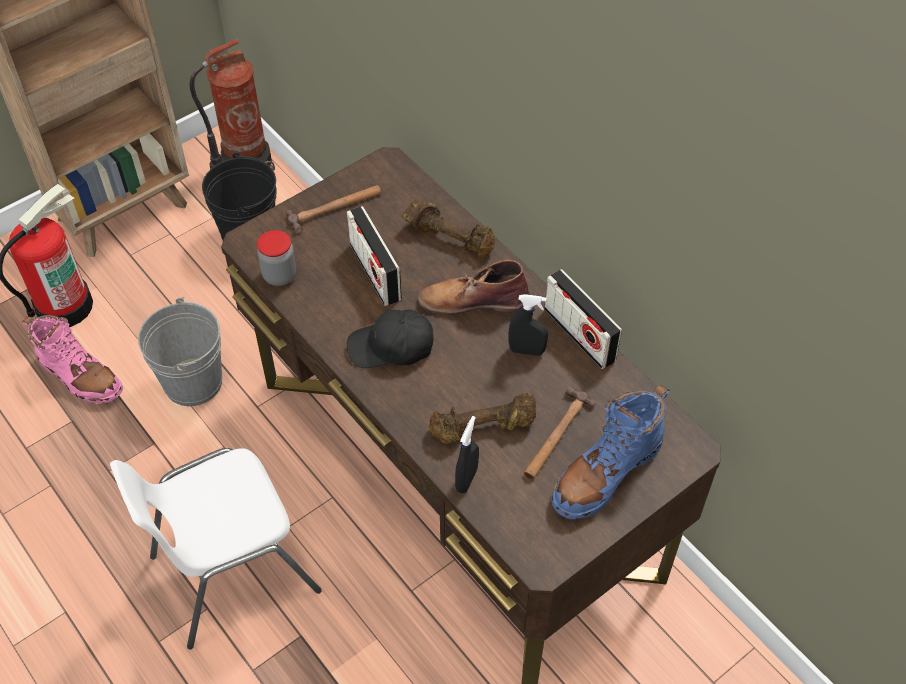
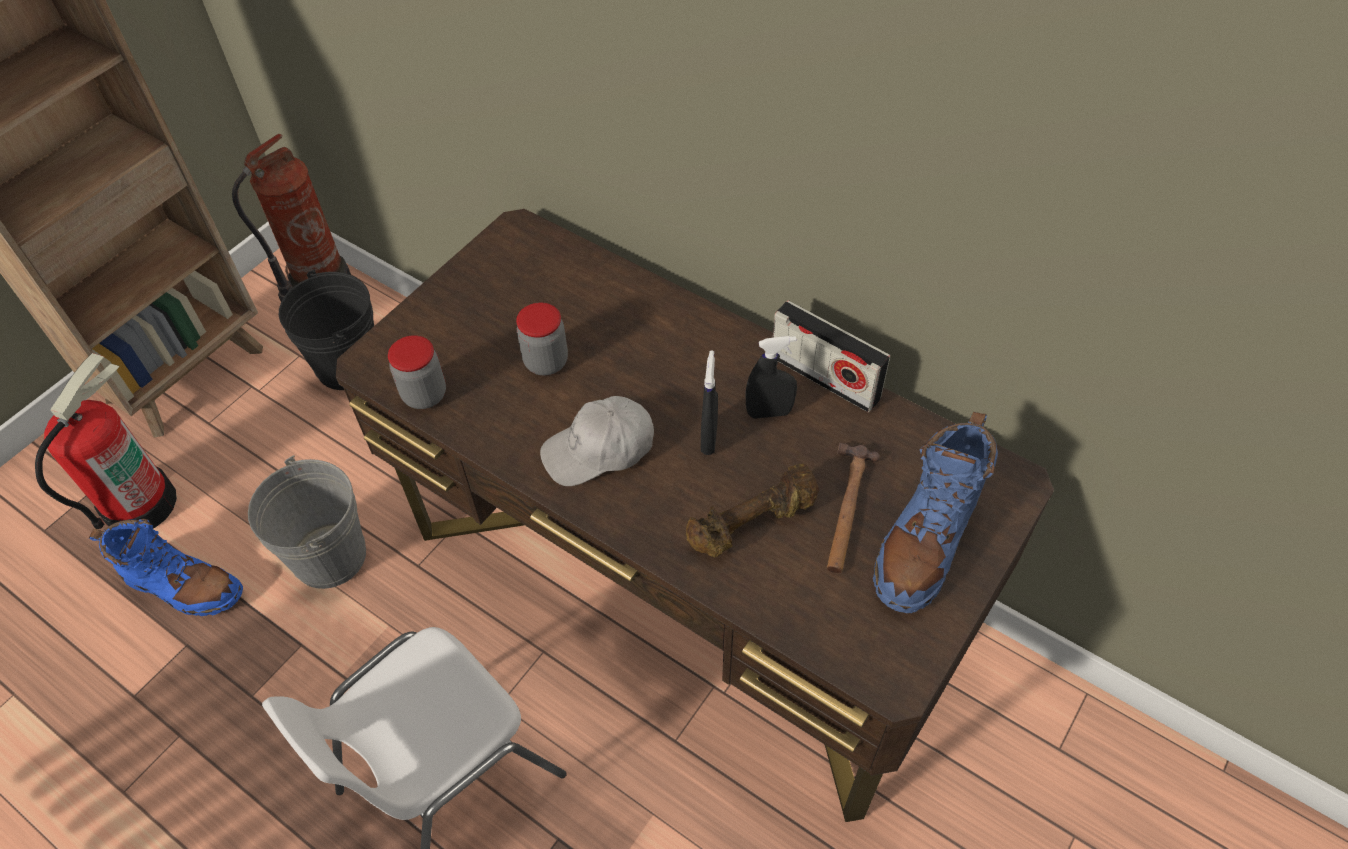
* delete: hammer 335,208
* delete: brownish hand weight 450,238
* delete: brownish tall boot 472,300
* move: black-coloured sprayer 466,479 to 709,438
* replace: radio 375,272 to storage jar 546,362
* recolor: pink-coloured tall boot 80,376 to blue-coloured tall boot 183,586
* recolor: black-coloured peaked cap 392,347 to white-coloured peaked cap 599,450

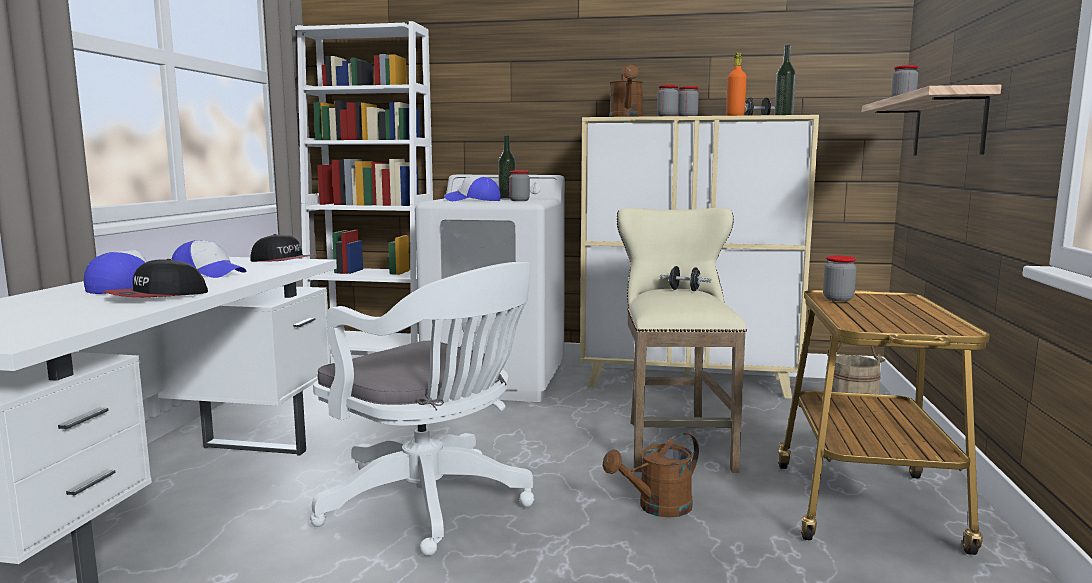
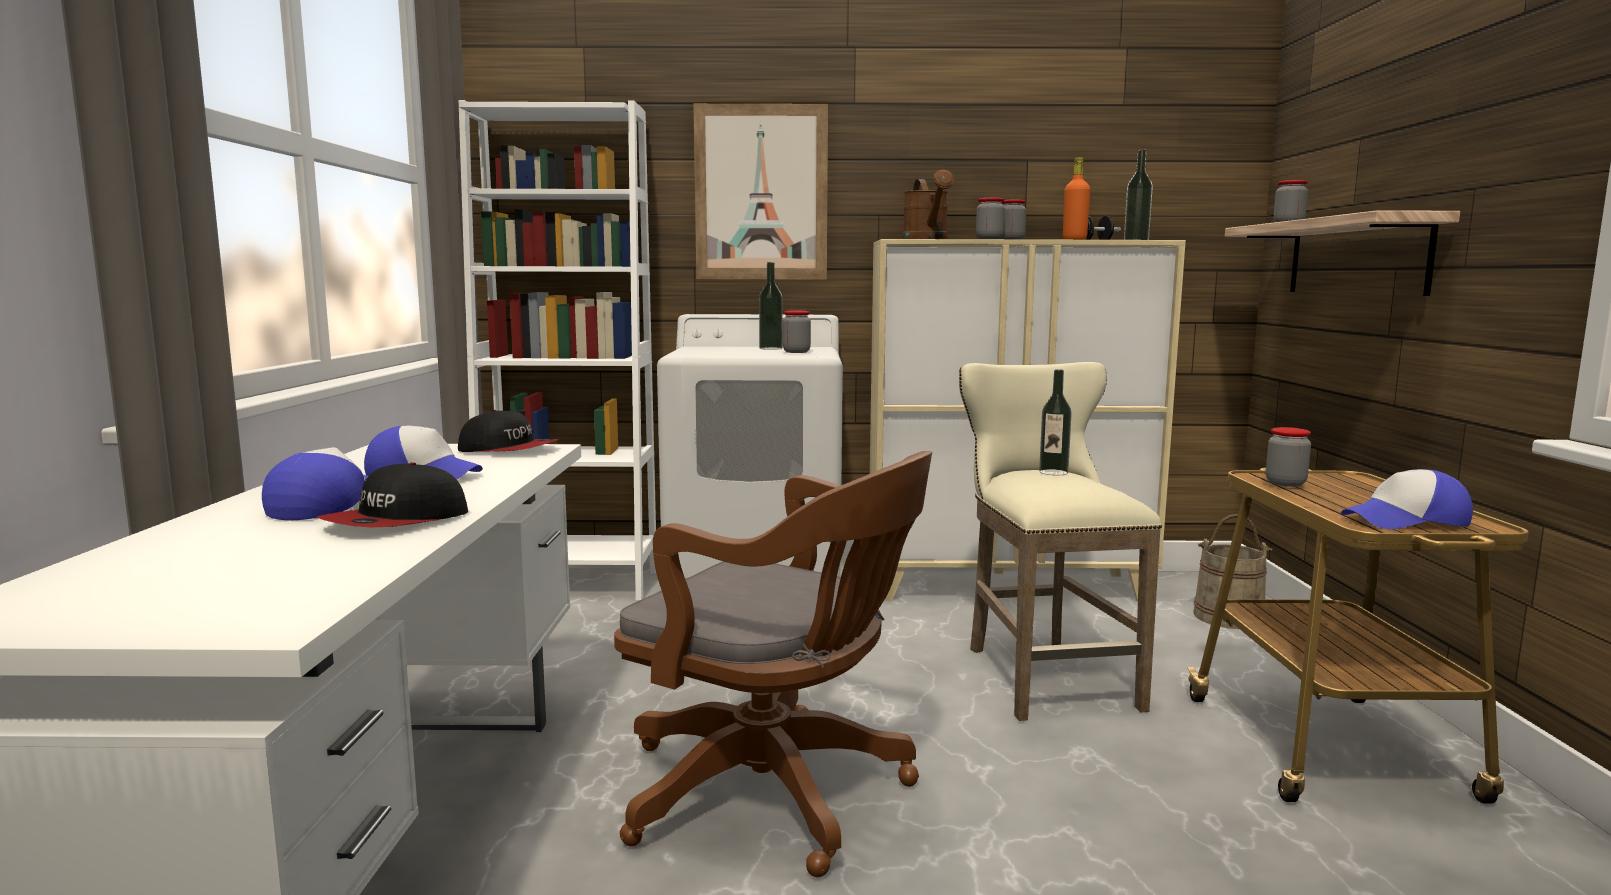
* delete: brownish watering pot 657,508
* insert: wall picture 761,193
* move: peaked cap 473,201 to 1406,521
* replace: black-coloured hand weight 684,290 to drink bottle 1053,472
* recolor: white-coloured desk chair 432,504 to brownish desk chair 777,794

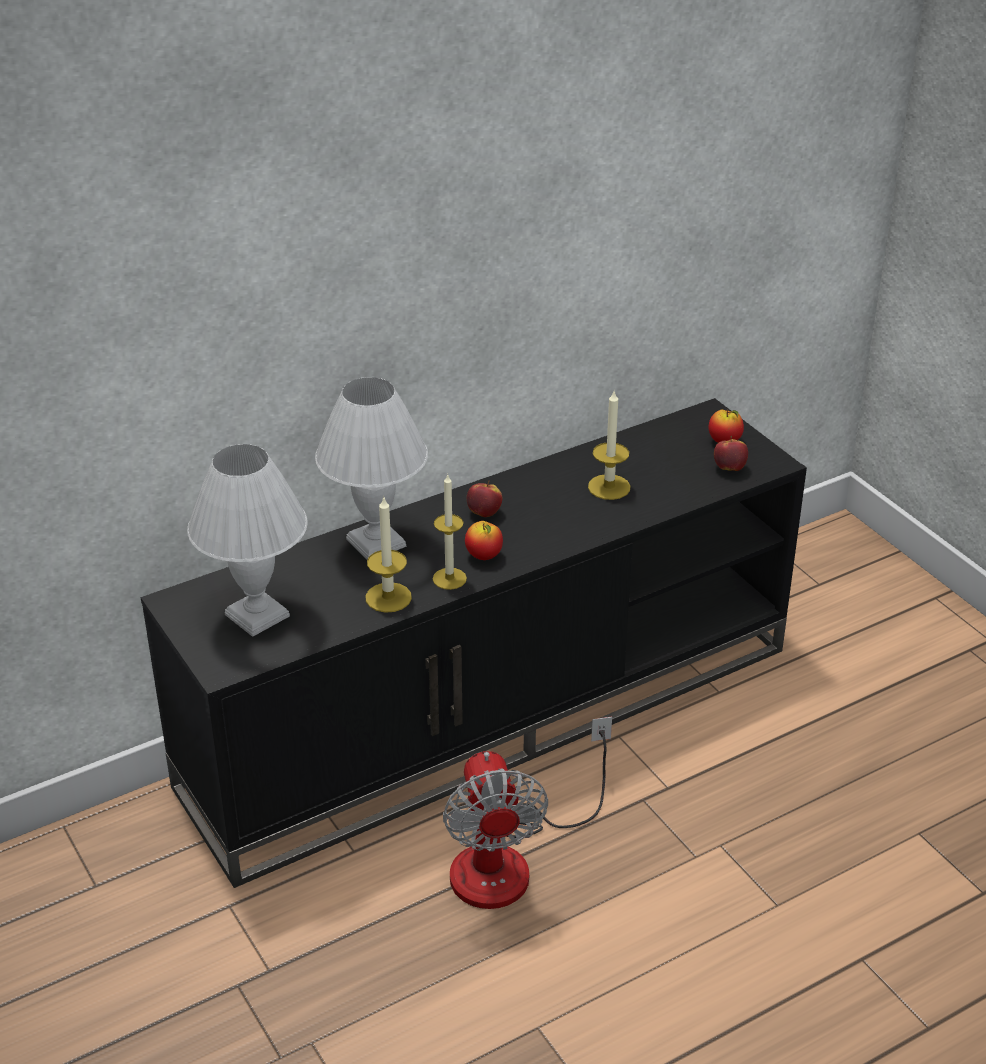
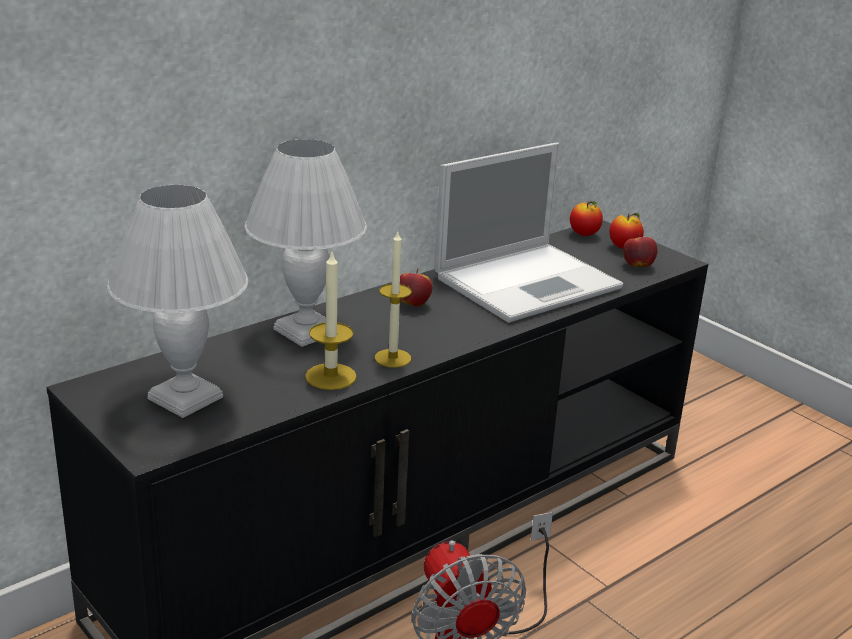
* move: apple 484,556 to 584,234
* replace: candle 609,487 to laptop 529,282

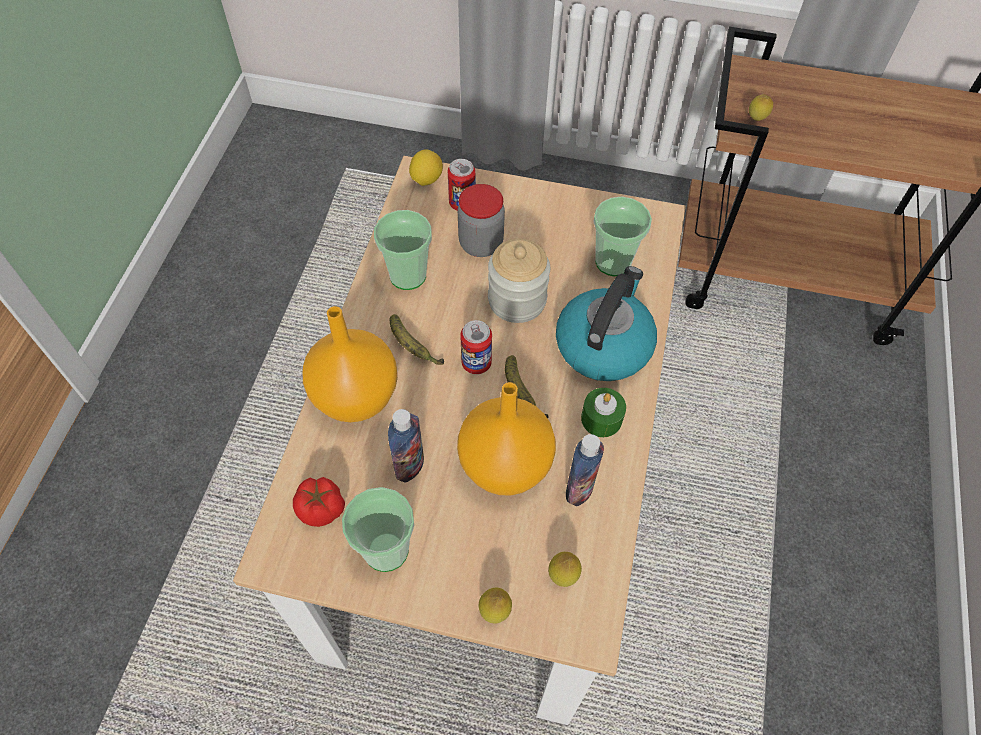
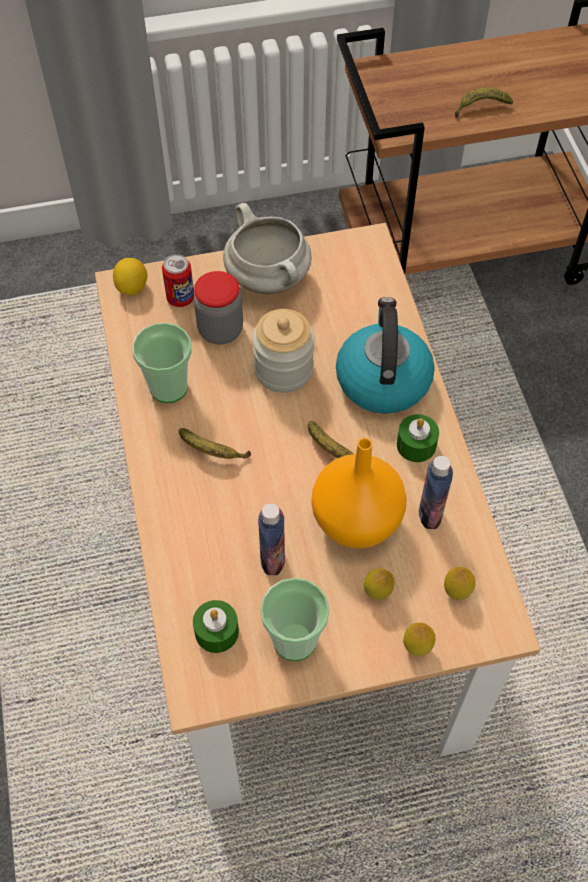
* delete: orangey decorative vase 357,396
* delete: metal can 476,363
* delete: small cup 613,262
* insert: white-coloured saucepot 270,278
* insert: banana fruit 480,107
* move: citrus fruit 756,120 to 377,593
* replace: whole tomato 322,509 to green-coloured candle 216,632

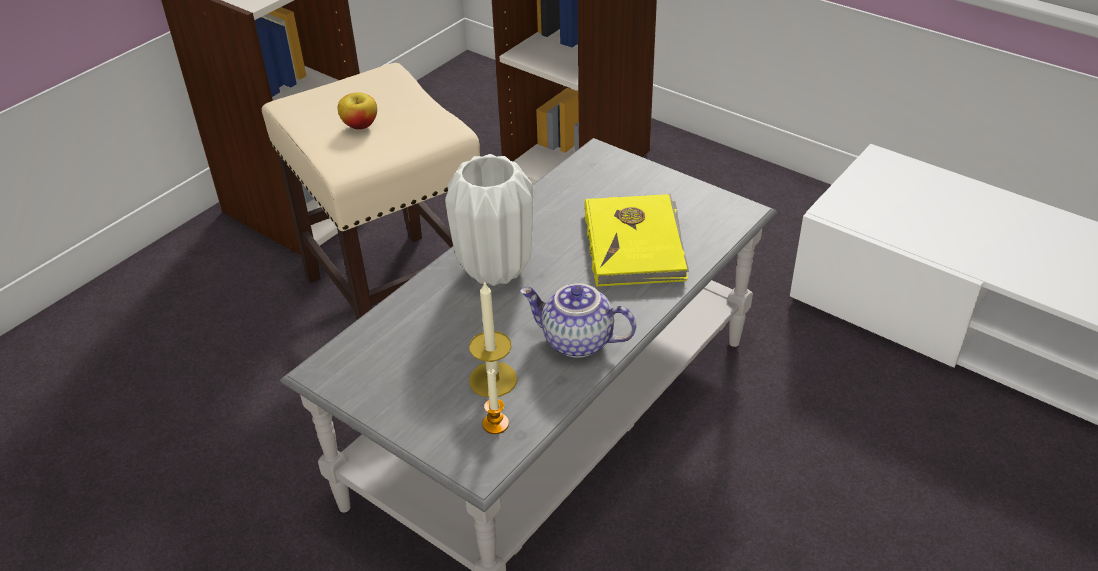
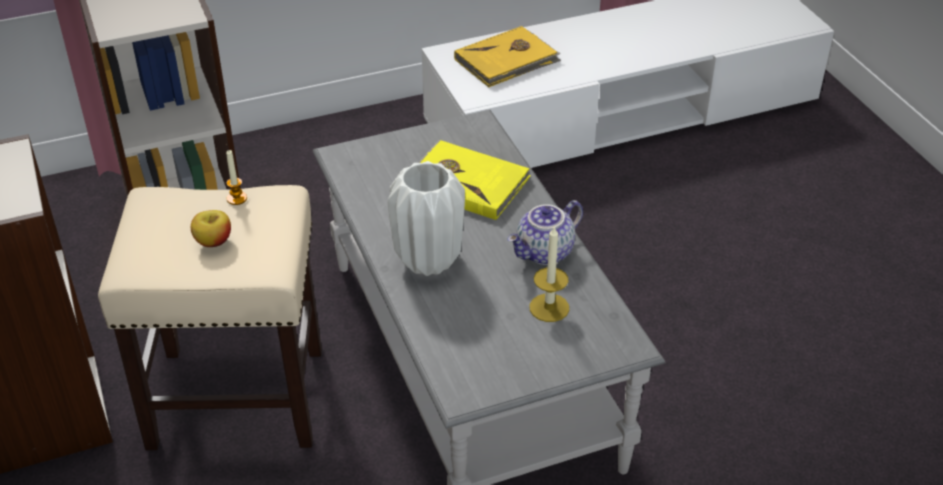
* insert: yellowish bound book 507,61
* move: candle 495,424 to 237,198

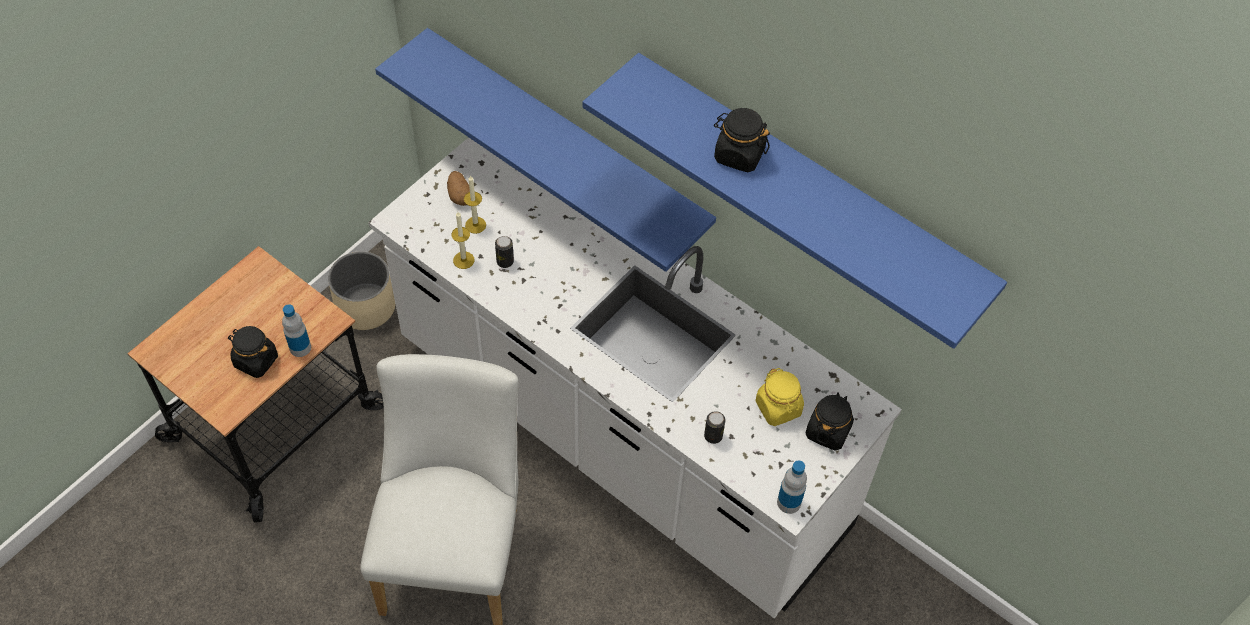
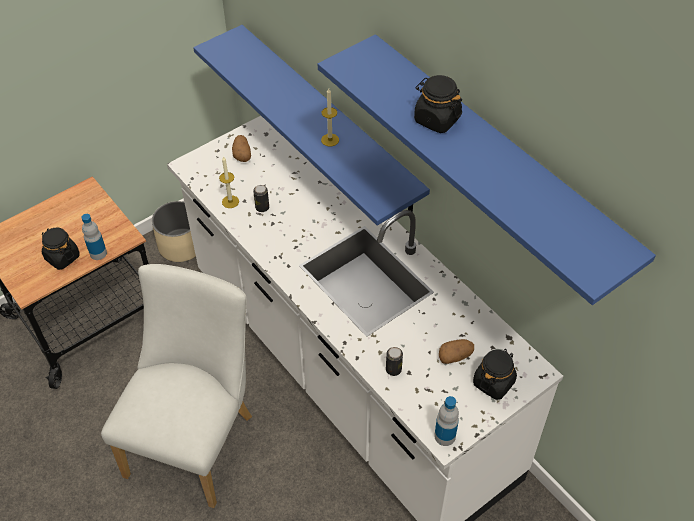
* move: candle 475,225 to 330,140
* replace: yellowish storage jar 778,408 to potato 455,356

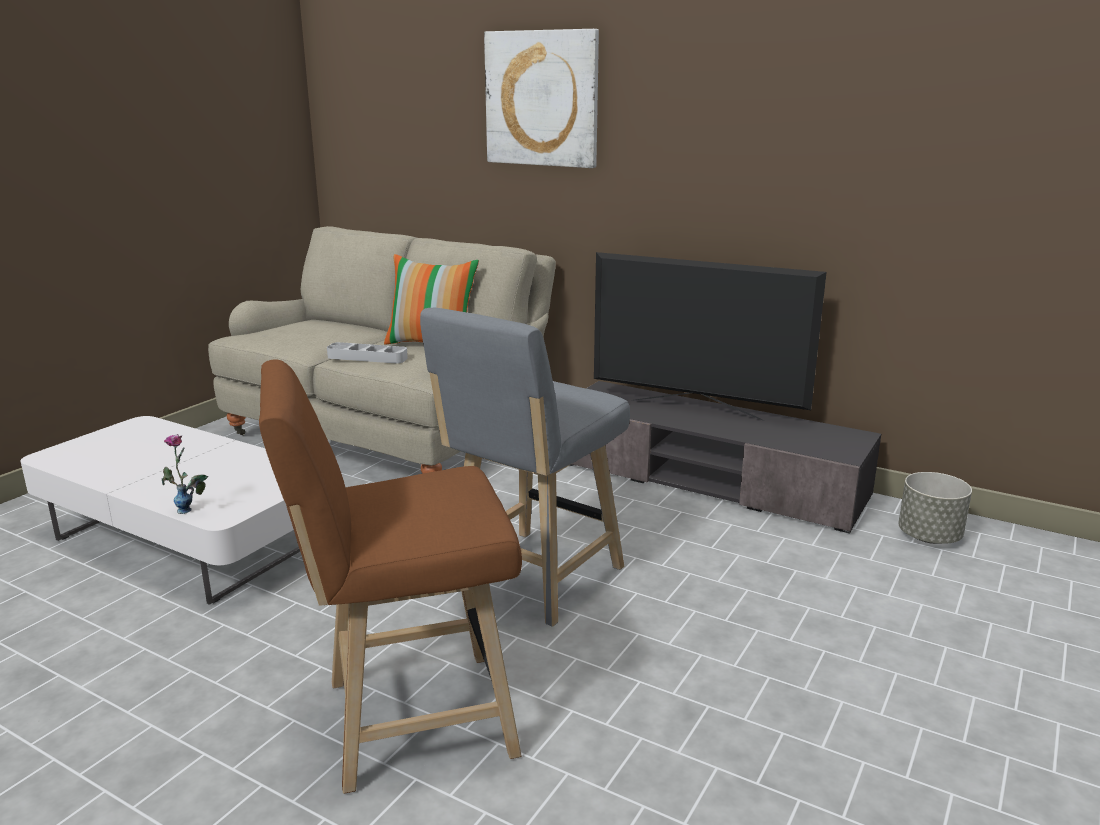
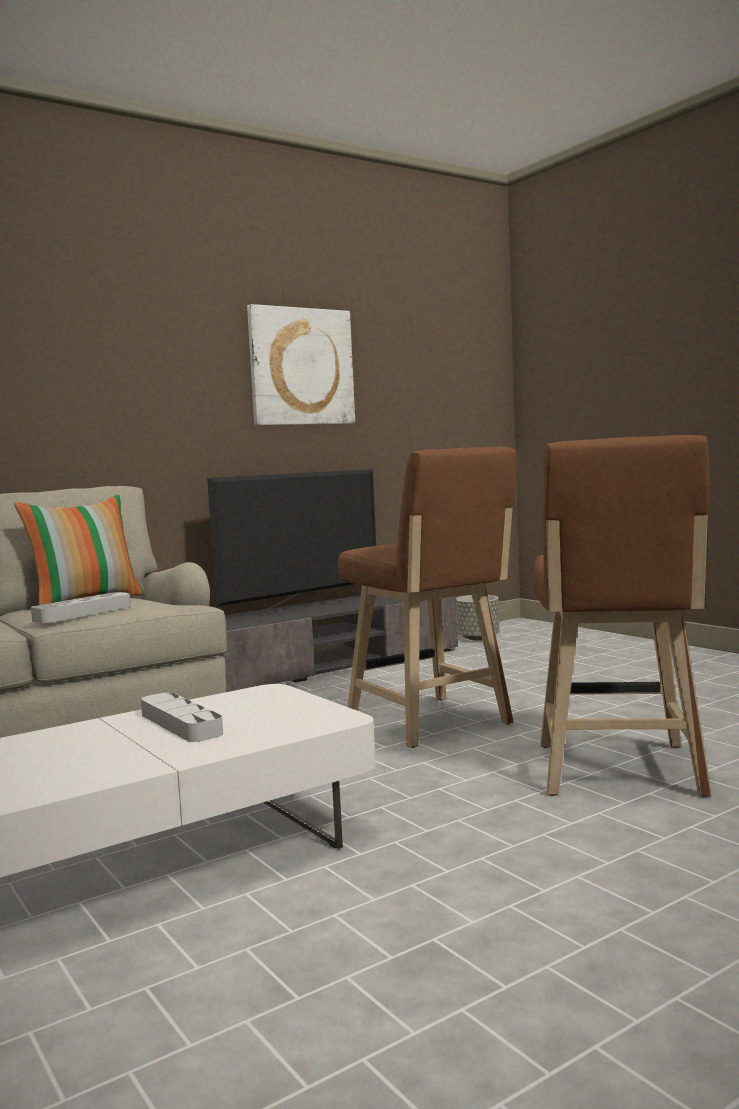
* delete: decorative vase 190,513
* insert: grey tray 180,724
* move: wall picture 542,99 to 301,367
* recolor: grey sitting stool 530,580 to brownish sitting stool 433,723

